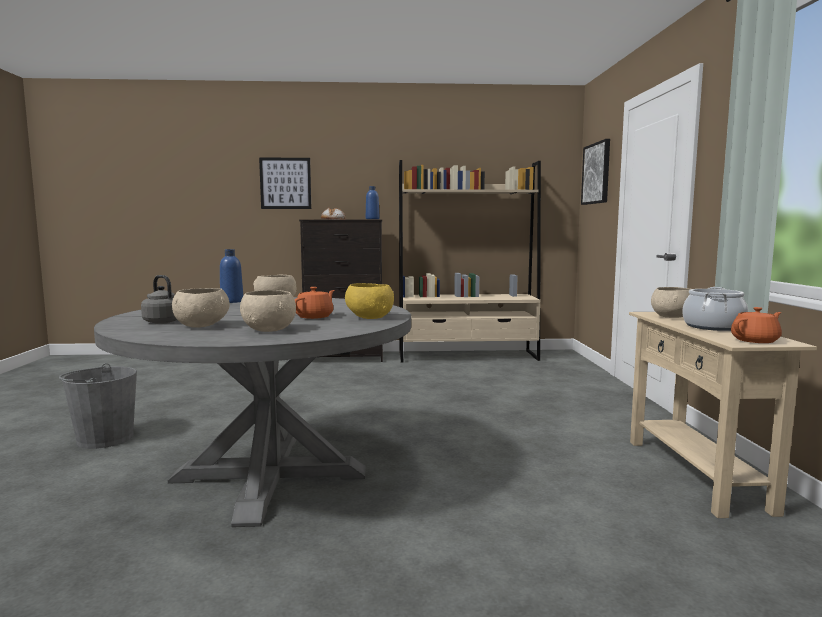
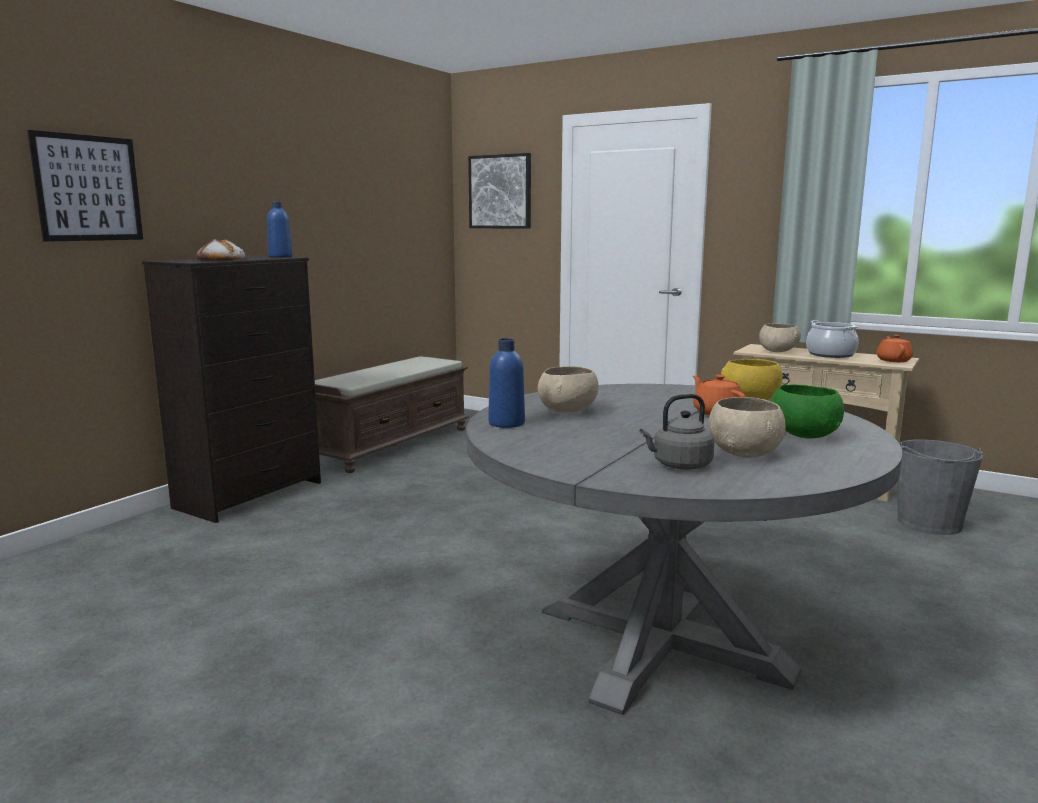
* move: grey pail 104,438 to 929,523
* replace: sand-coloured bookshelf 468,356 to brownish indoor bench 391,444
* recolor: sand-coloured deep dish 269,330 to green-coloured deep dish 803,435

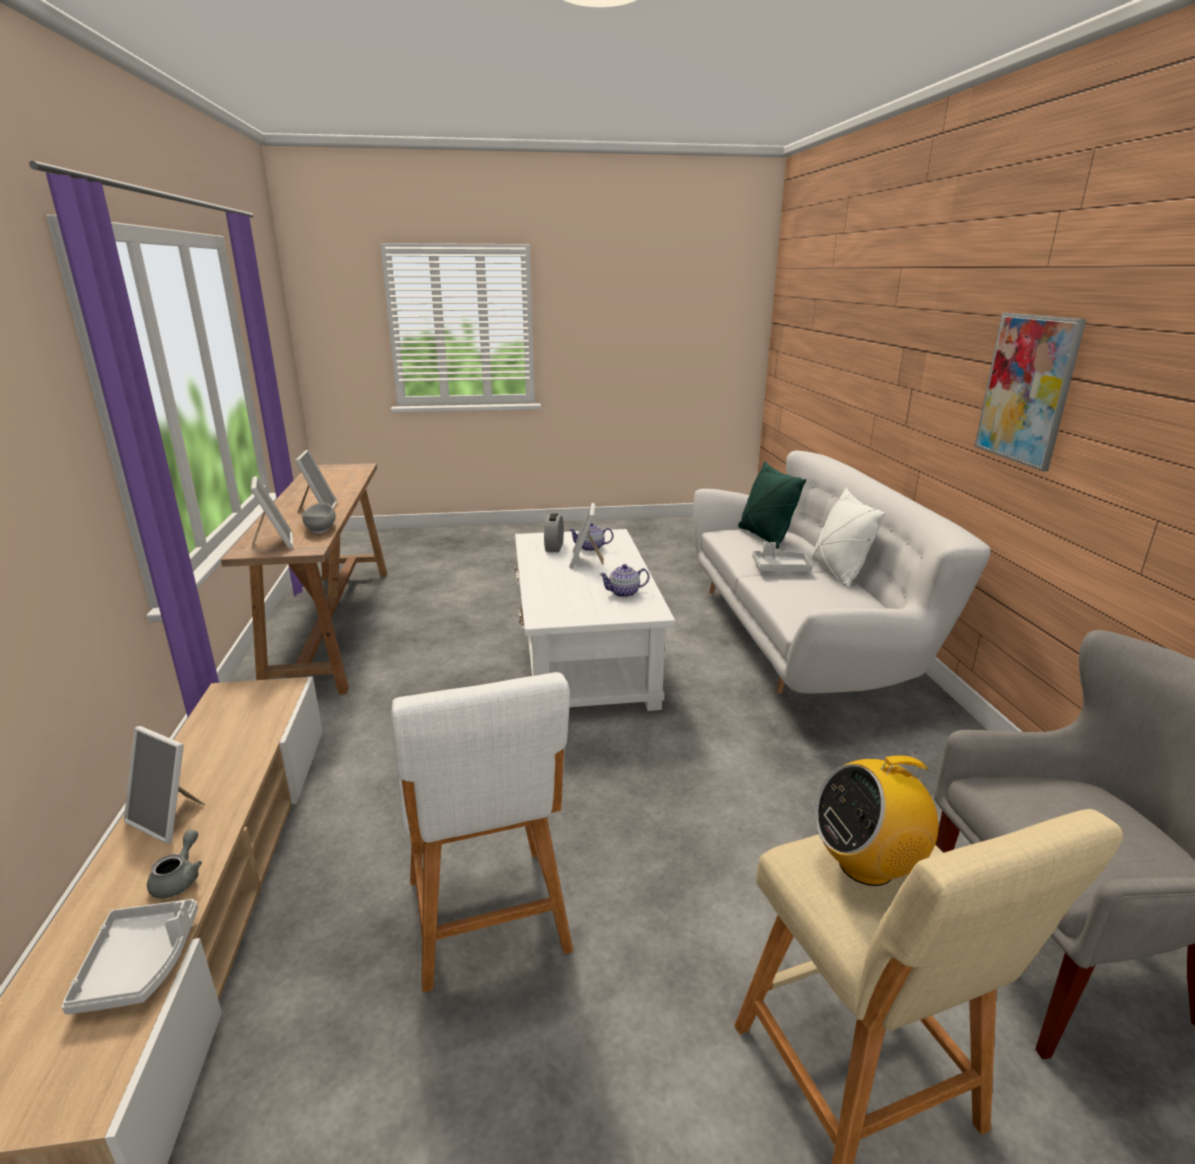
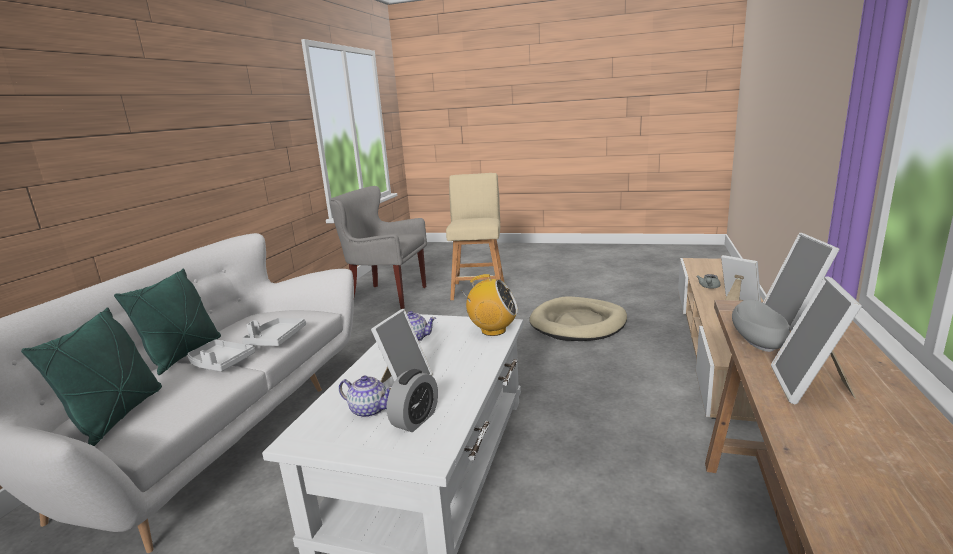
* delete: wall picture 1027,389
* move: grey tray 140,964 to 276,339
* move: radio 866,865 to 493,330
* replace: white-coloured sitting stool 488,921 to sand-coloured pet bed 578,323
* recolor: white-coloured throw pillow 838,573 to green-coloured throw pillow 183,354

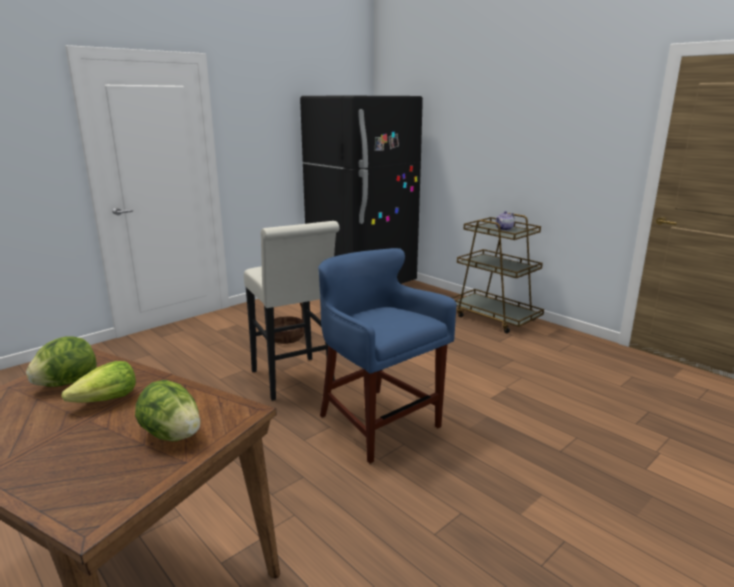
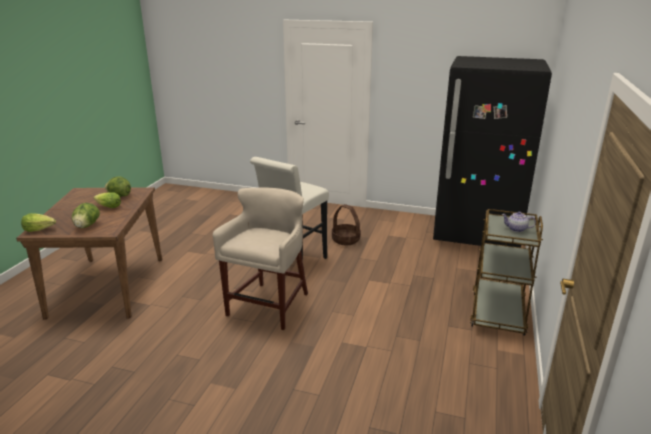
* insert: lettuce 39,229
* recolor: blue-coloured sitting stool 378,423 to sand-coloured sitting stool 269,306

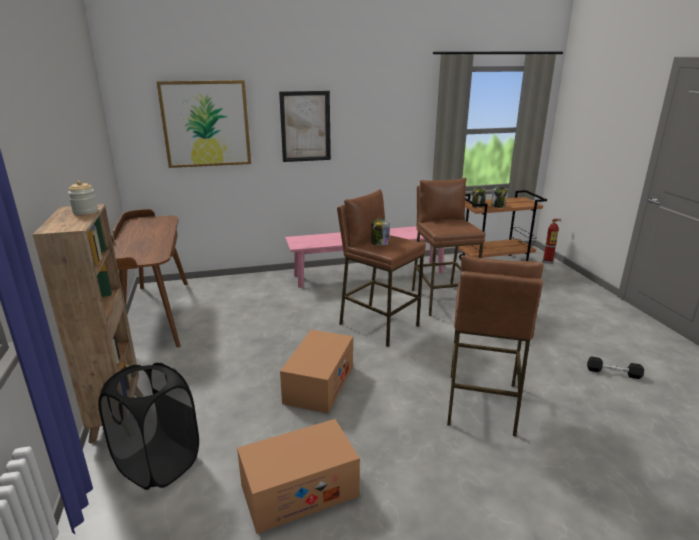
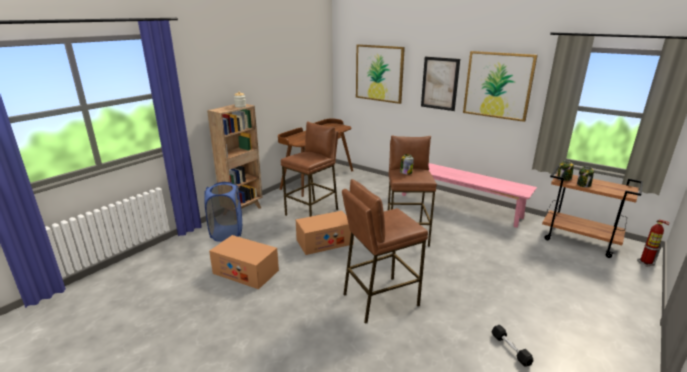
* insert: wall picture 498,85
* move: brownish sitting stool 442,300 to 312,212
* recolor: black-coloured laundry basket 158,464 to blue-coloured laundry basket 227,233

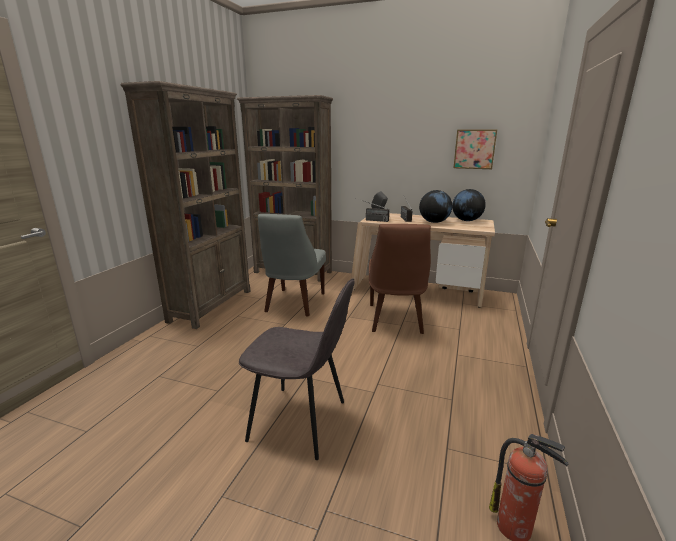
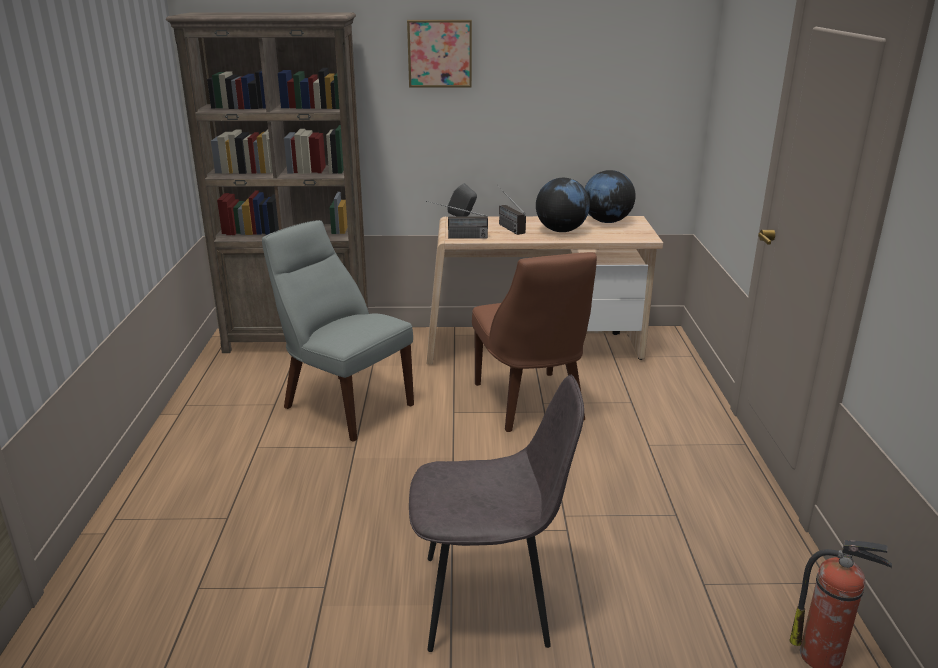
* delete: brownish bookshelf 212,305
* move: wall picture 474,149 to 440,53
* rotate: grey upright chair 294,303 = 344,404 135 degrees clockwise

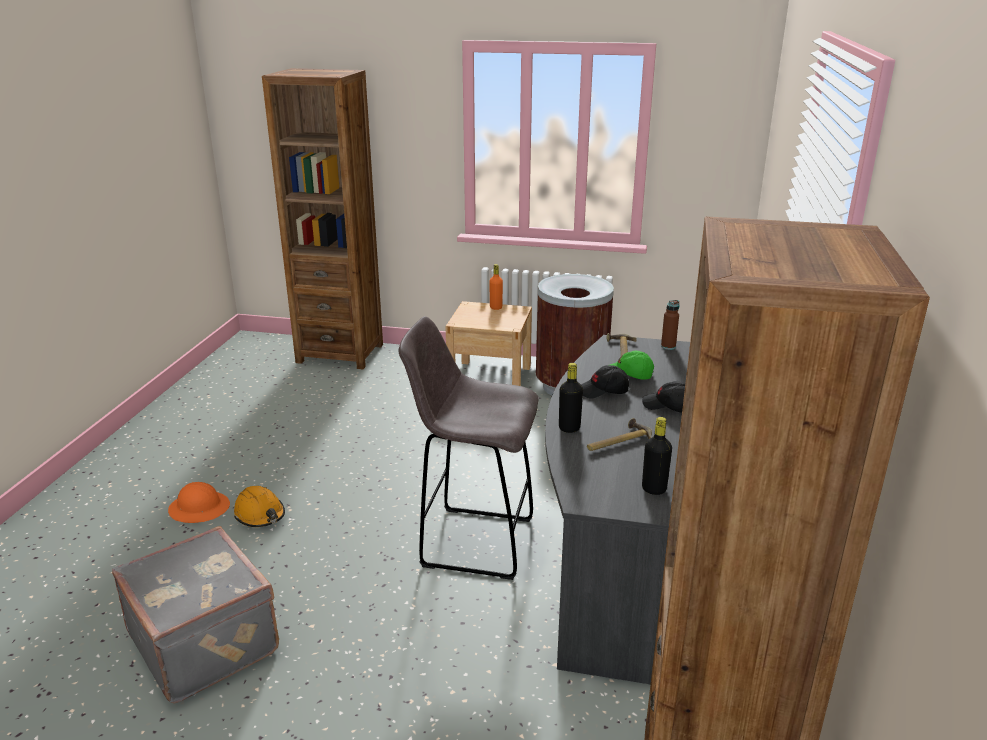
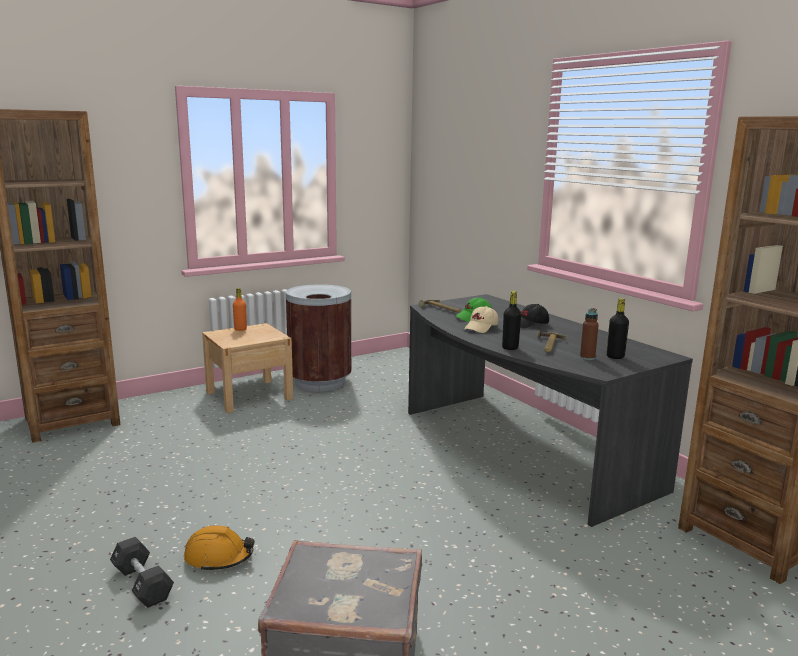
* delete: grey sitting stool 473,541
* move: brownish drink bottle 668,346 to 587,357
* replace: orangey work helmet 199,508 to black-coloured hand weight 142,584
* recolor: black-coloured peaked cap 603,391 to sand-coloured peaked cap 481,328

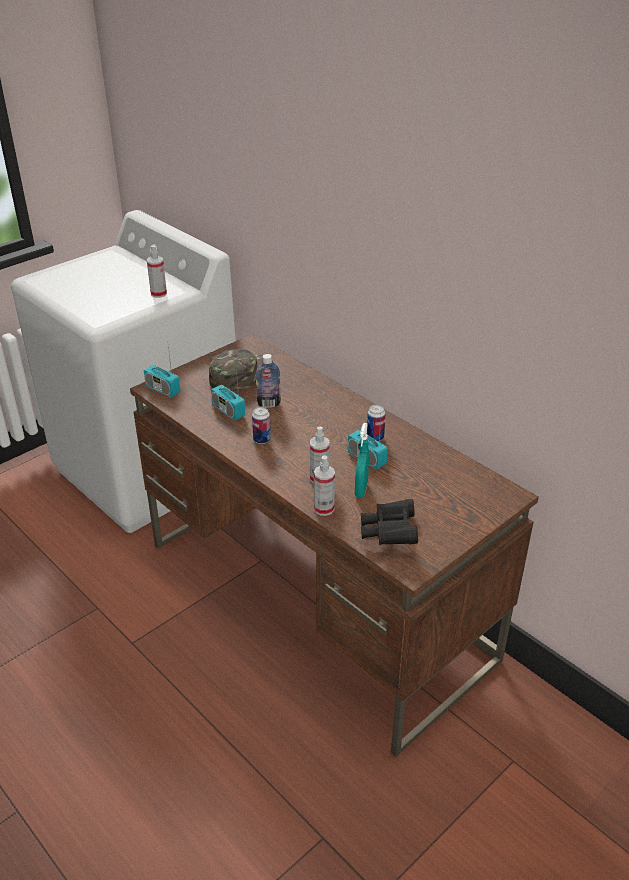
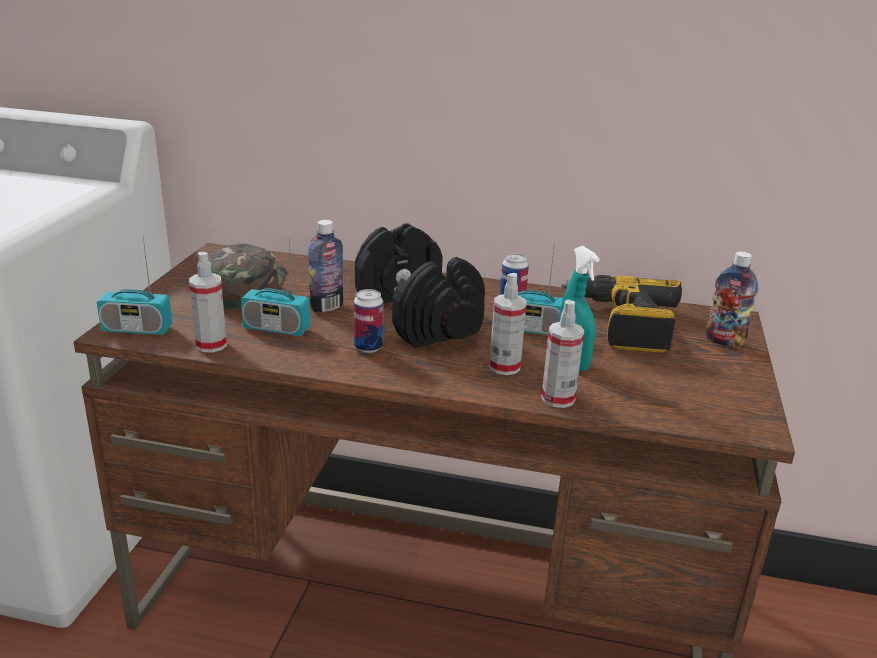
* delete: black-coloured field glasses 389,533
* insert: black-coloured hand weight 418,317
* insert: electric drill 622,324
* insert: drink bottle 724,341
* move: sprayer 158,294 to 211,345

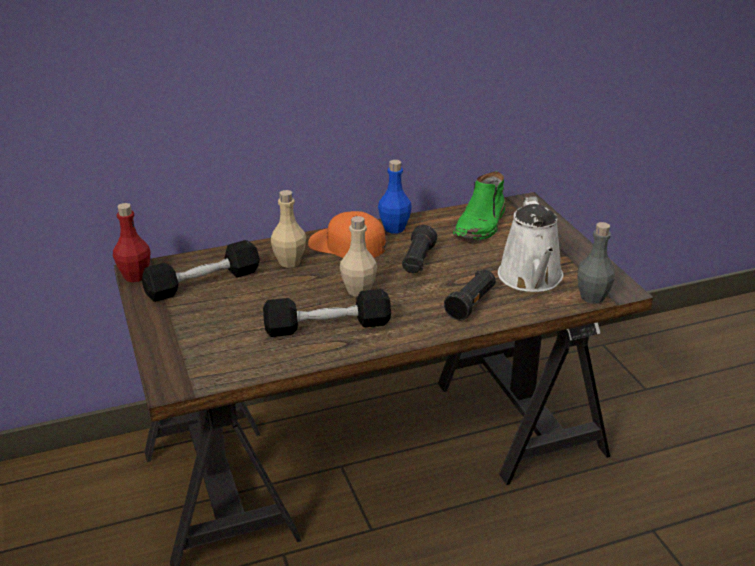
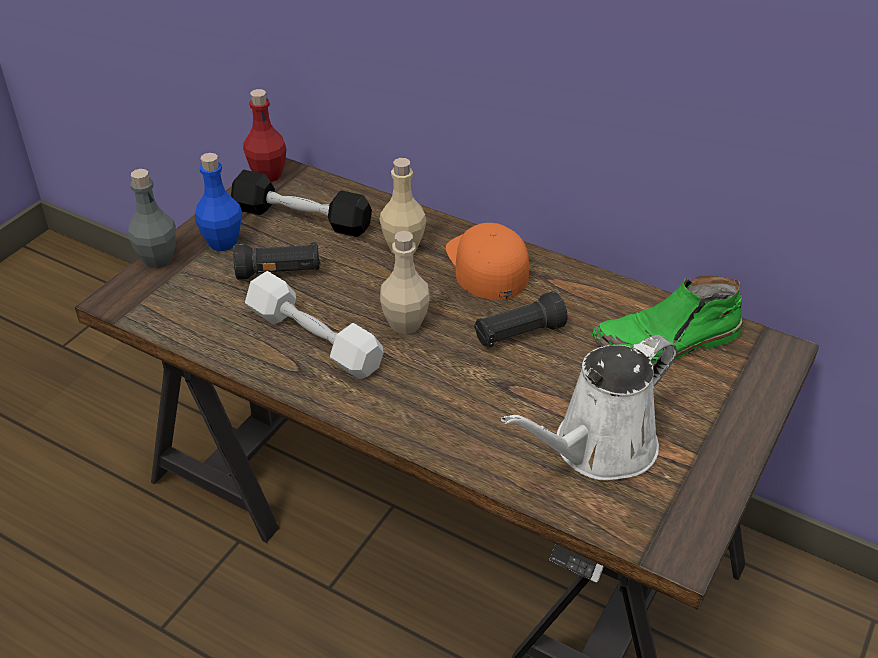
* move: blue-coloured drink bottle 394,228 to 223,242
* move: black-coloured torch 471,304 to 279,273
* move: grey drink bottle 592,297 to 158,259
* recolor: black-coloured hand weight 327,326 to white-coloured hand weight 314,339

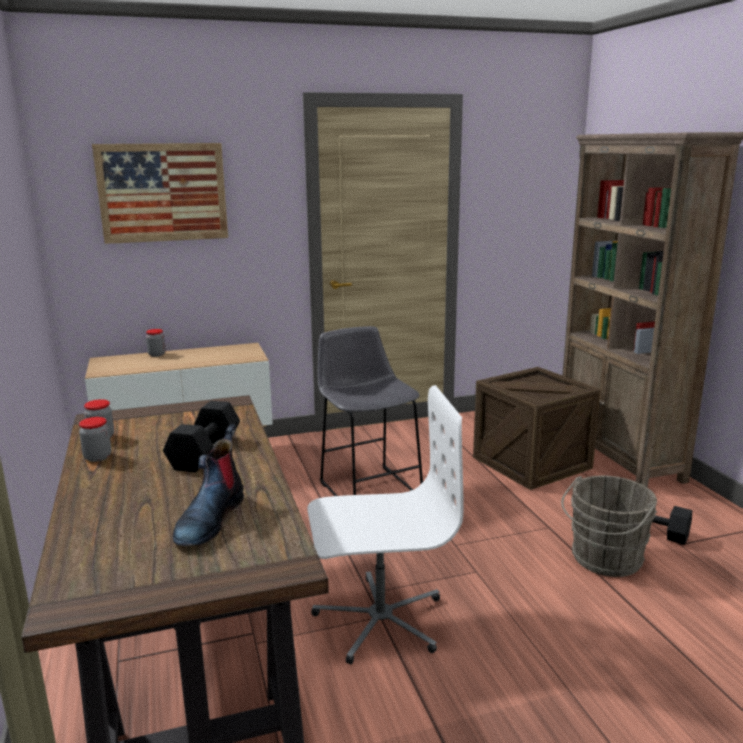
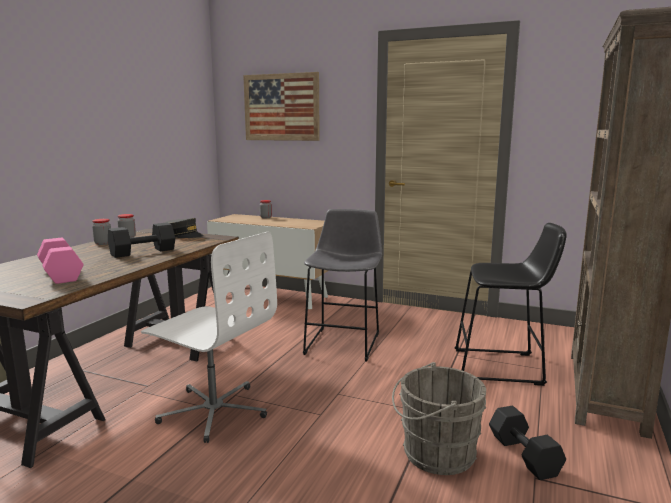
* insert: grey peaked cap 184,235
* replace: tall boot 210,519 to pink-coloured hand weight 62,274
* replace: packing crate 531,463 to black-coloured sitting stool 503,367

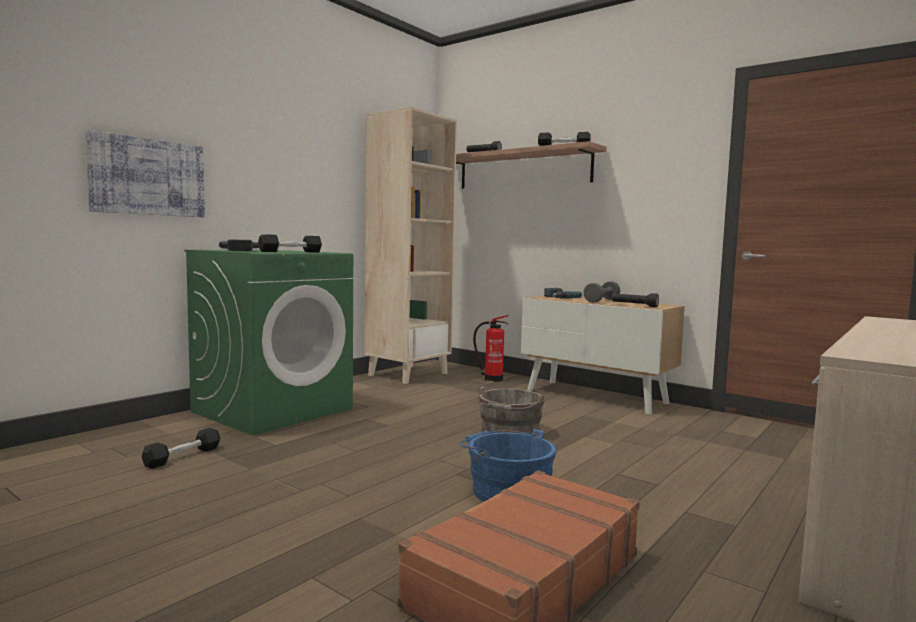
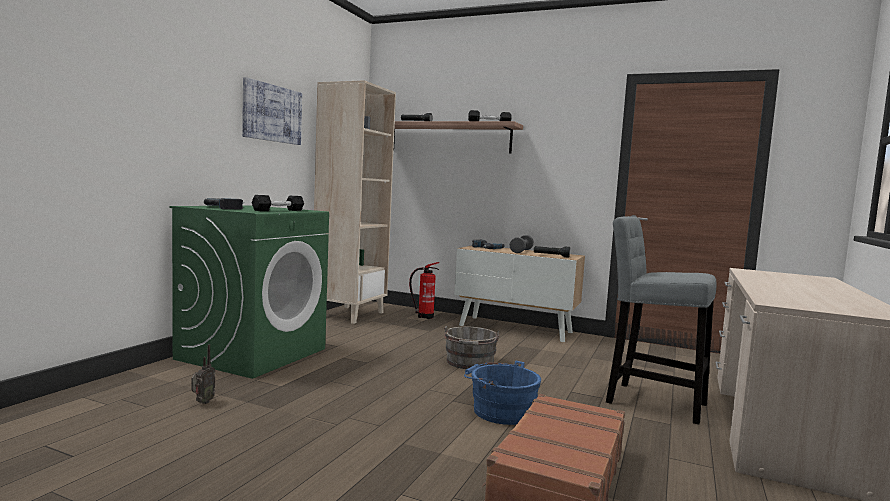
* insert: grey sitting stool 650,401
* move: wall picture 148,177 to 272,113
* replace: black-coloured hand weight 182,456 to radio 202,402

